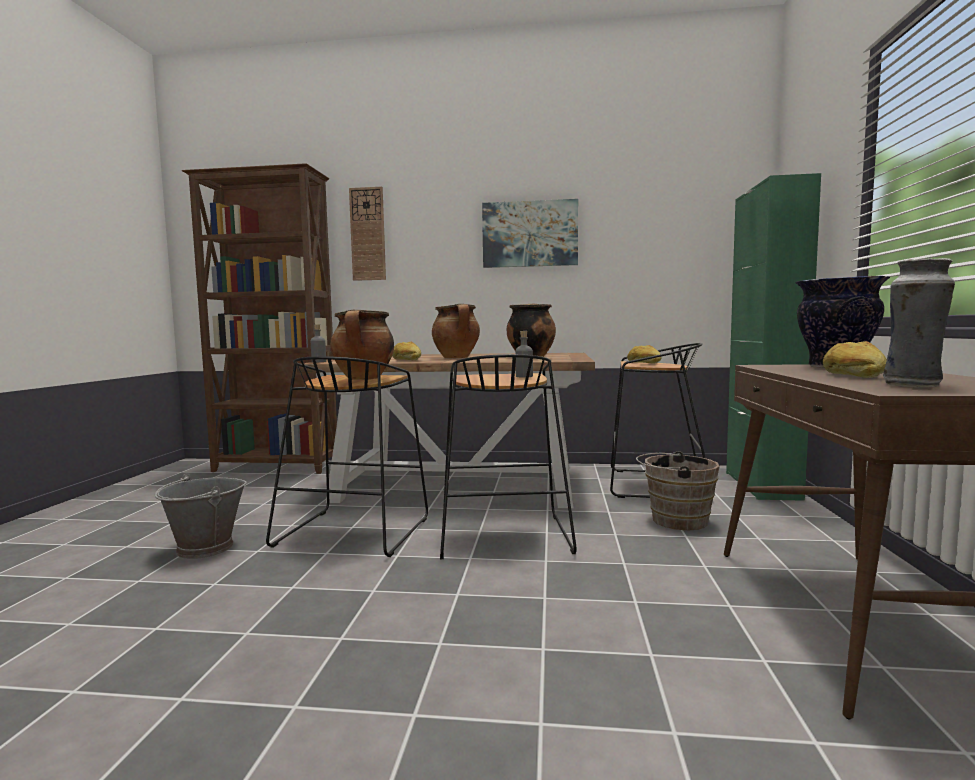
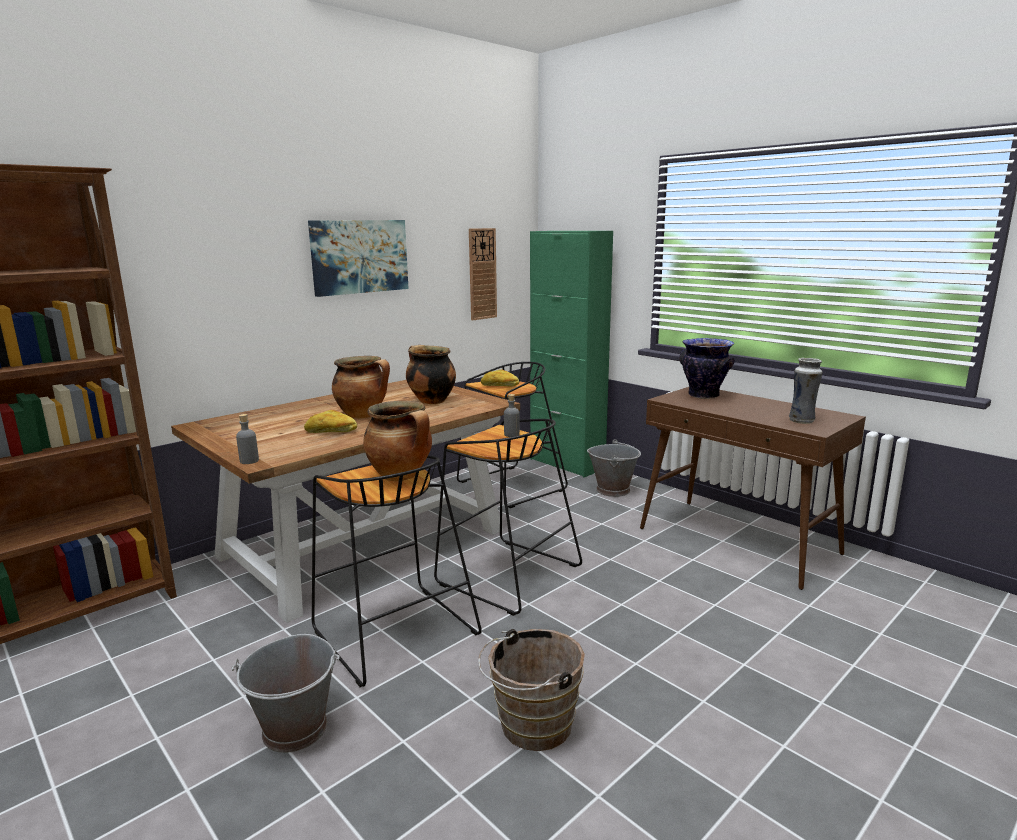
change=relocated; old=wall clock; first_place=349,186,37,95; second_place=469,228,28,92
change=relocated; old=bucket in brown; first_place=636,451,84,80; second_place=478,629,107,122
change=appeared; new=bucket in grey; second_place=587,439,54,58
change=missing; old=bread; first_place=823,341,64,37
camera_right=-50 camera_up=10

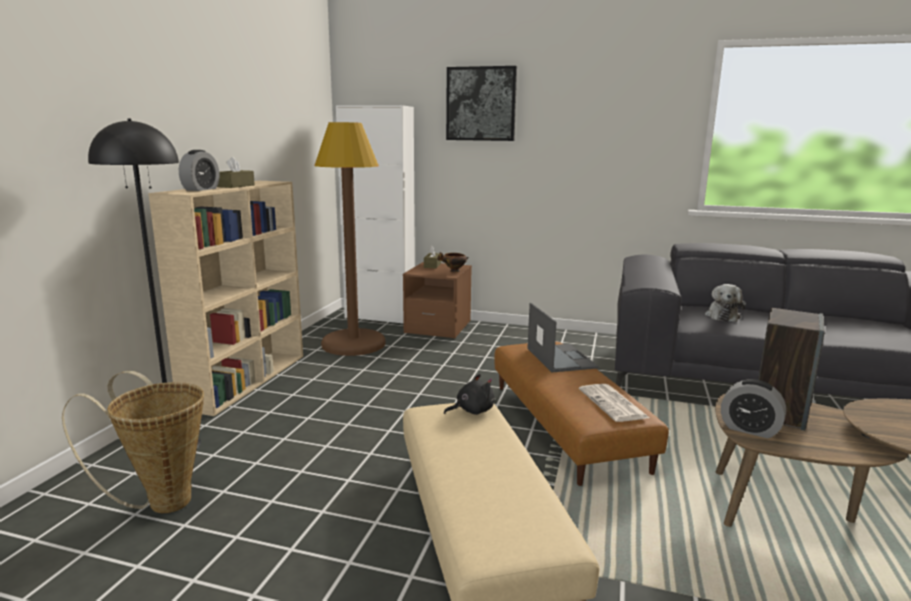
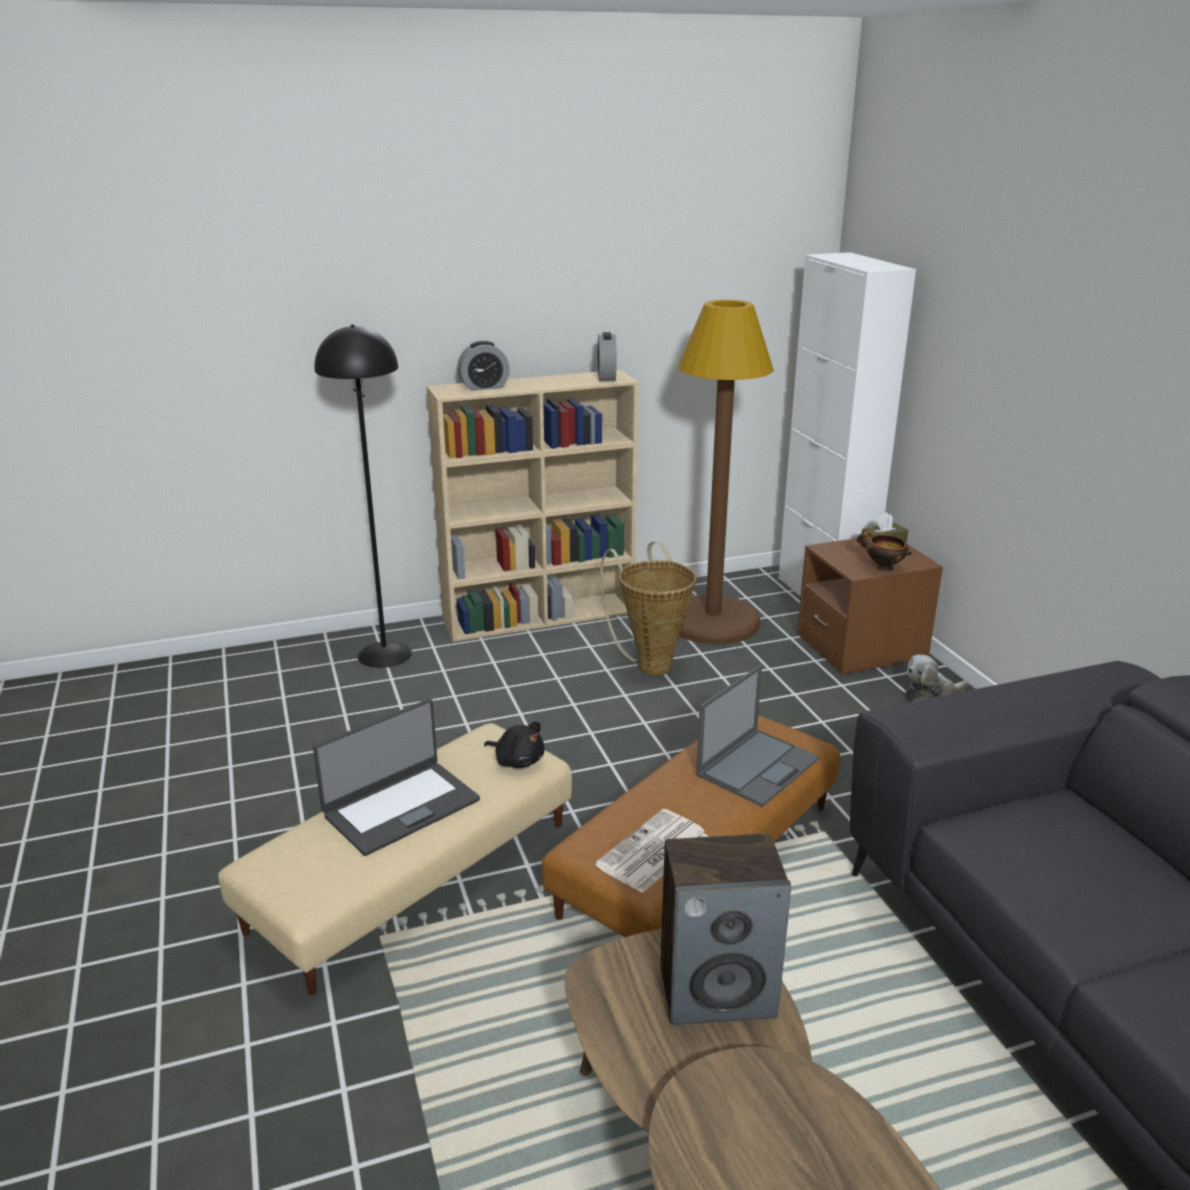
change=appeared; new=laptop; second_place=313,699,167,157
change=relocated; old=alarm clock; first_place=721,379,65,59; second_place=598,332,18,49
change=relocated; old=basket; first_place=62,371,142,142; second_place=600,542,96,134
change=relocated; old=plush toy; first_place=705,284,41,38; second_place=904,654,64,48
change=missing; old=tissue box in brown; first_place=217,157,38,31
change=missing; old=picture; first_place=446,66,71,75
camera_right=55 camera_up=10

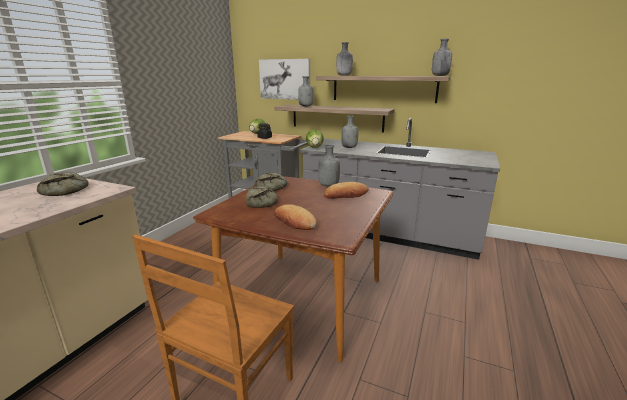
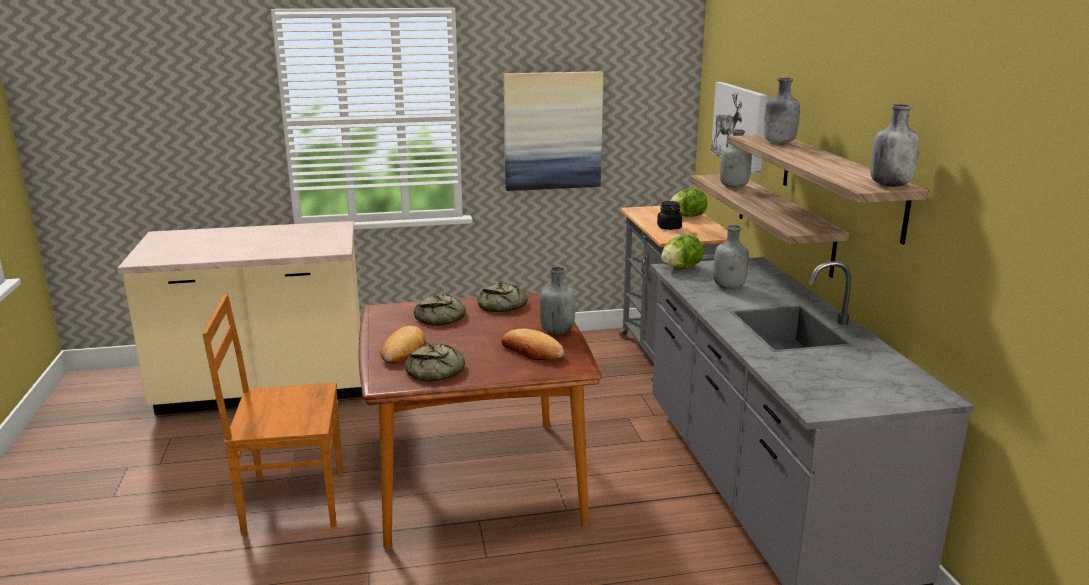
change=relocated; old=bread; first_place=37,172,52,24; second_place=405,343,60,39
change=appeared; new=picture; second_place=504,71,99,120
camera_right=55 camera_up=0

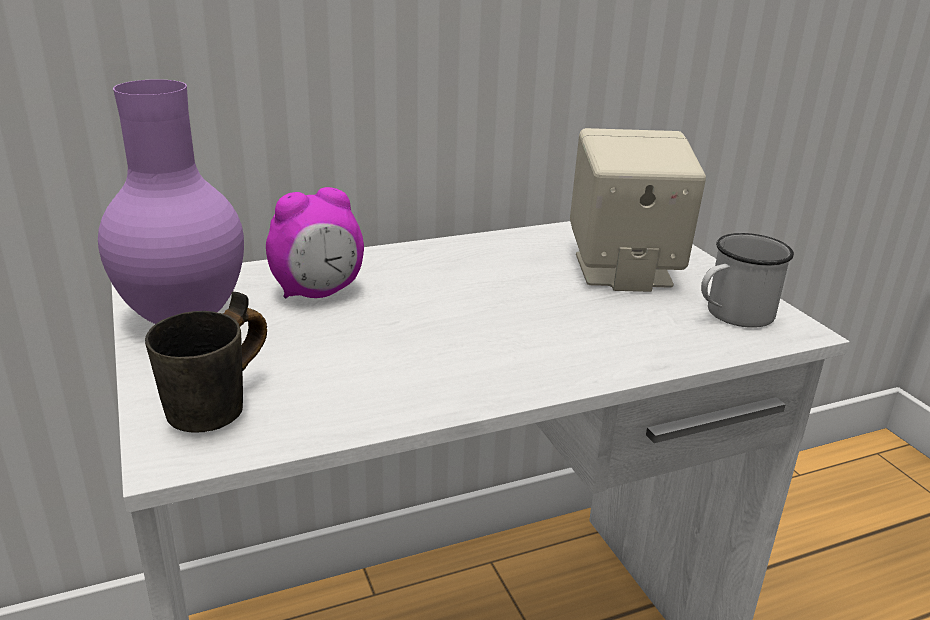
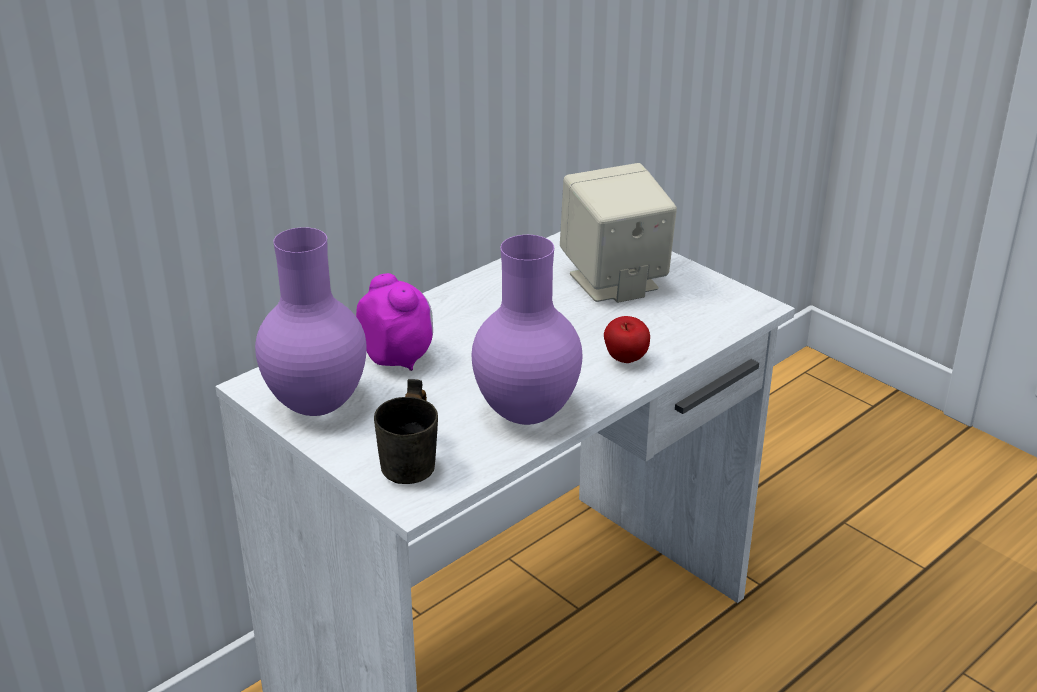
change=spun; old=alarm clock; first_place=266,187,98,111; second_place=356,273,77,98; degrees=-75
change=appeared; new=vase in purple; second_place=471,235,112,190
change=appeared; new=apple; second_place=604,316,46,47
change=missing; old=mug in white; first_place=701,233,93,95
camera_right=-20 camera_up=5

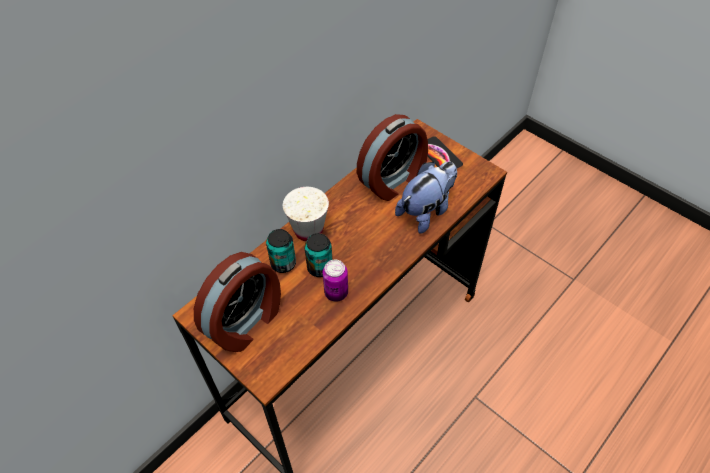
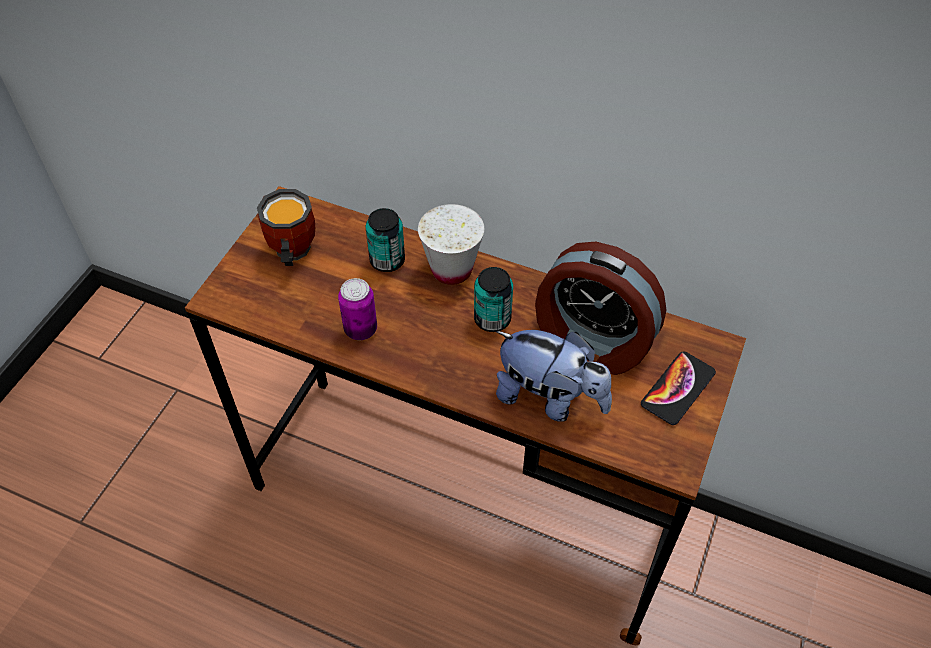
change=exchanged; old=alarm clock; new=mug; first_place=194,252,87,100; second_place=257,189,58,77
change=relocated; old=can; first_place=304,233,29,44; second_place=474,267,39,65
camera_right=70 camera_up=0

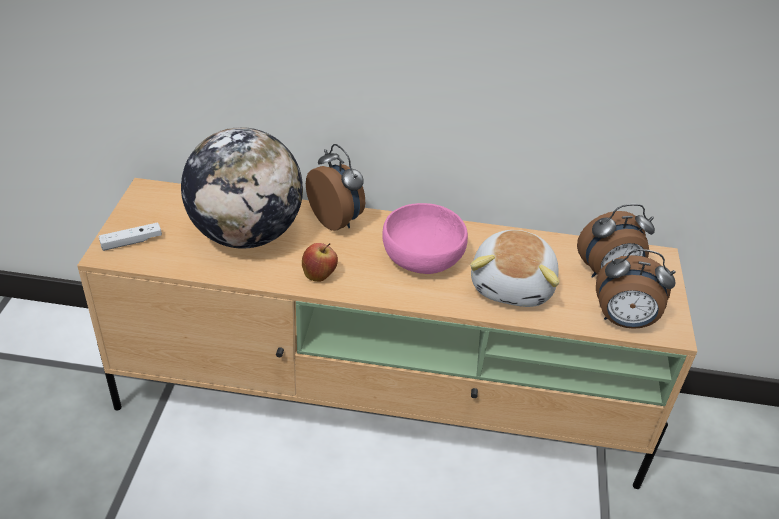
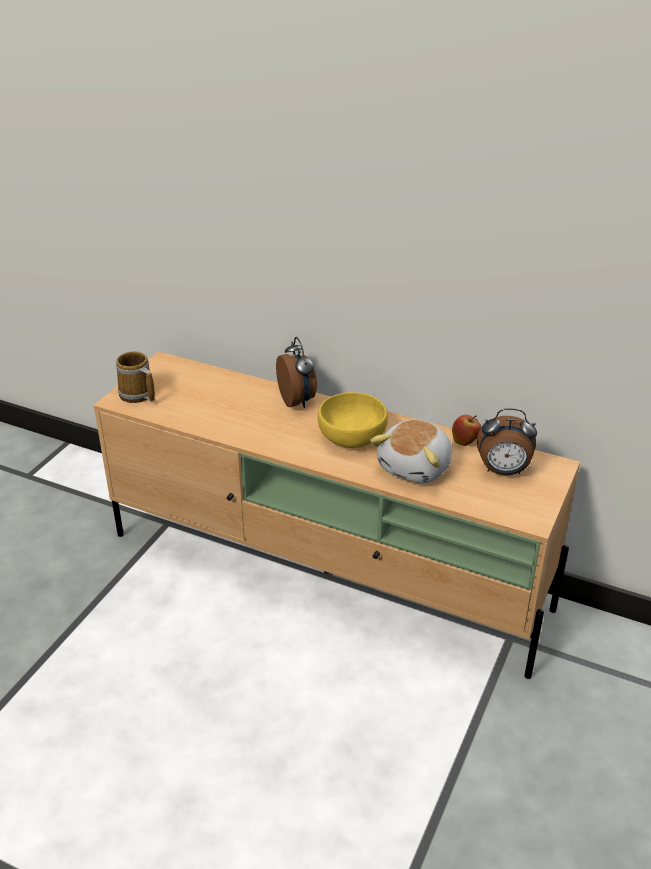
change=exchanged; old=game controller in white; new=mug; first_place=98,222,64,29; second_place=116,351,39,52
change=colour; old=bowl in pink; new=bowl in yellow; first_place=382,203,86,71; second_place=318,392,70,56
change=relocated; old=apple; first_place=302,243,36,39; second_place=452,415,29,31
change=missing; old=globe; first_place=181,127,122,122
change=missing; old=alarm clock; first_place=596,249,79,80
camera_right=20 camera_up=-5

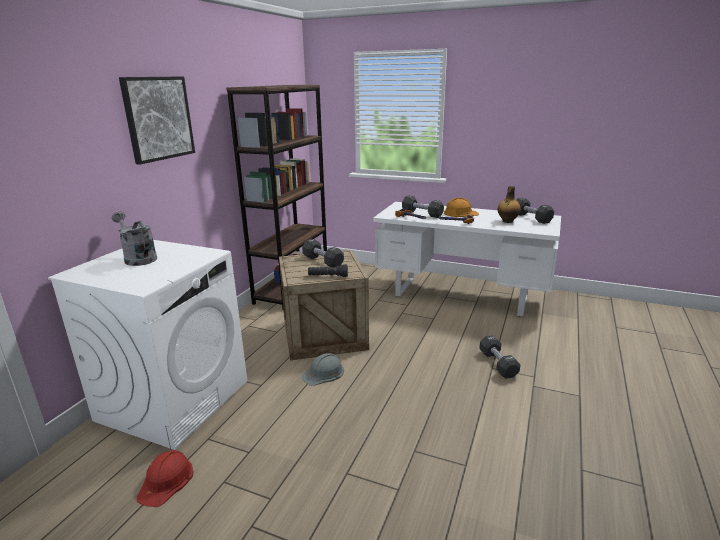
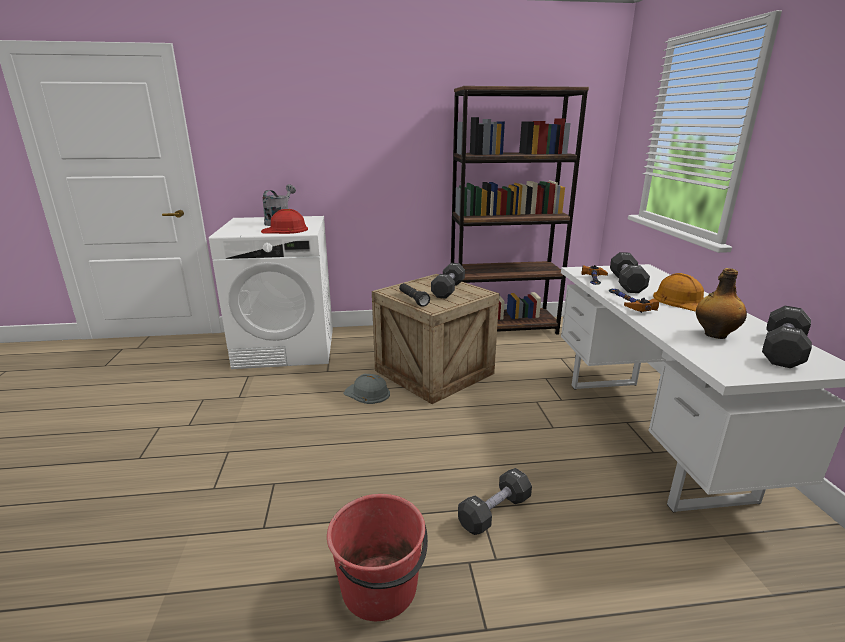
change=relocated; old=hard hat in red; first_place=137,450,56,57; second_place=261,209,47,25
change=appeared; new=bucket in red; second_place=327,494,101,127
change=missing; old=picture; first_place=119,76,76,89
camera_right=60 camera_up=0

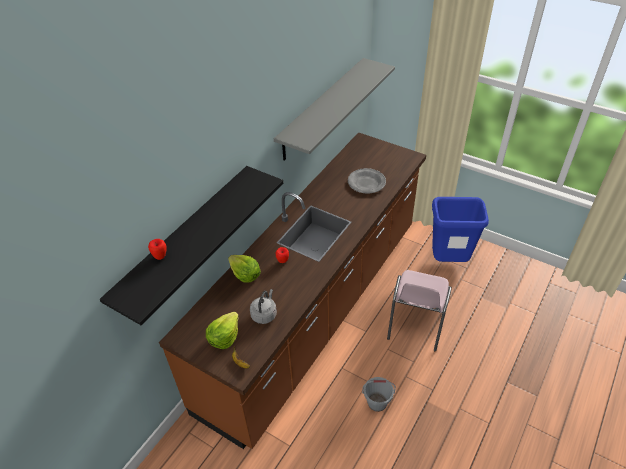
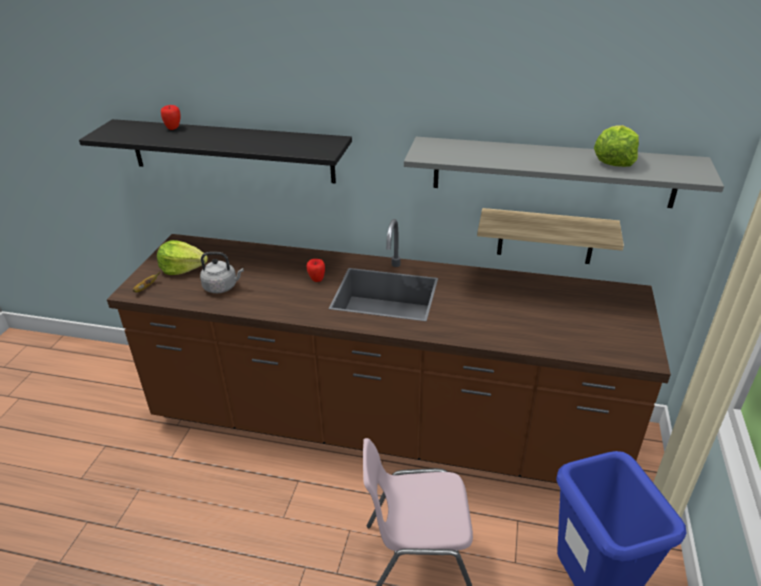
change=appeared; new=shelf; second_place=477,208,147,56
change=relocated; old=lettuce; first_place=228,255,33,28; second_place=594,125,45,42
change=missing; old=plate in grey; first_place=348,168,38,25
change=missing; old=bucket in grey; first_place=362,377,34,35
camera_right=70 camera_up=-10

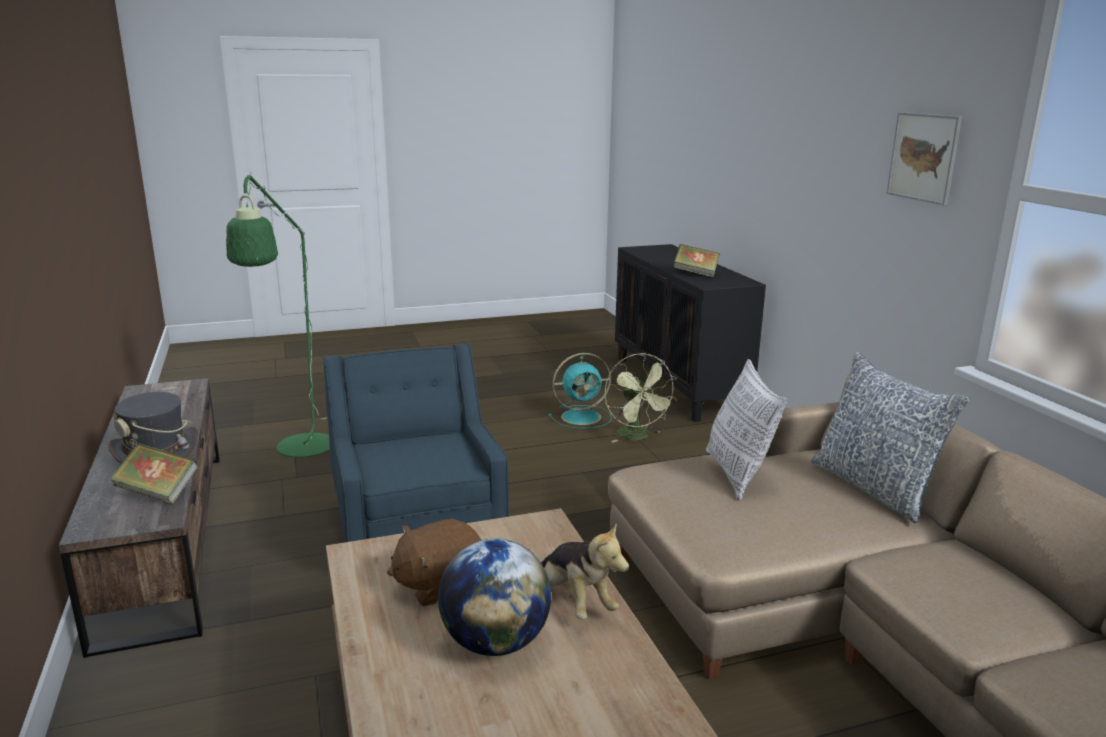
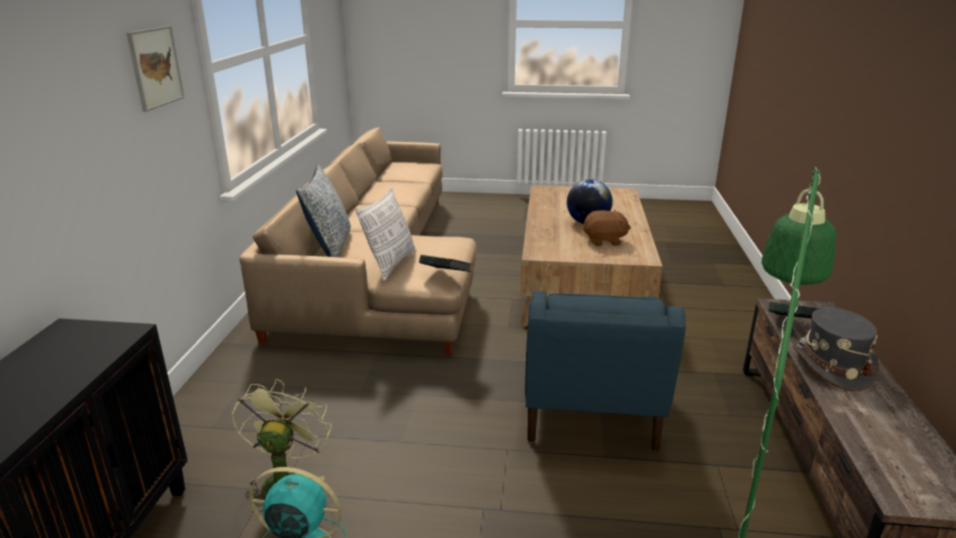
change=relocated; old=book; first_place=673,244,47,33; second_place=419,255,52,17
change=missing; old=plush toy; first_place=541,522,88,97
camera_right=-155 camera_up=5

